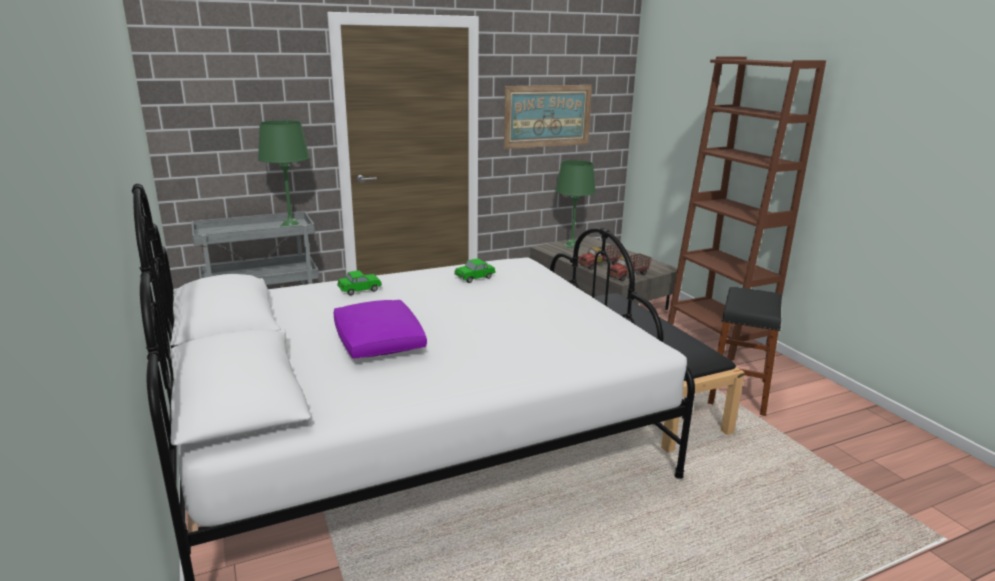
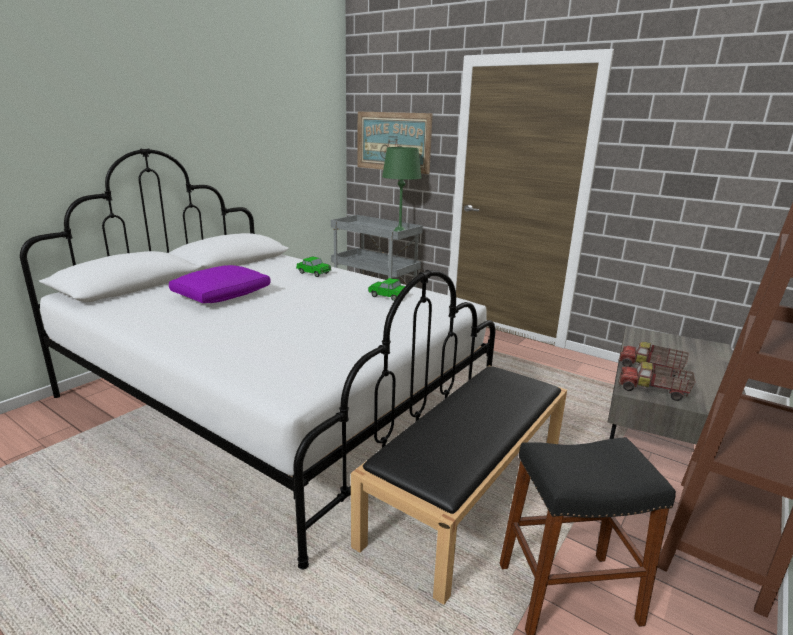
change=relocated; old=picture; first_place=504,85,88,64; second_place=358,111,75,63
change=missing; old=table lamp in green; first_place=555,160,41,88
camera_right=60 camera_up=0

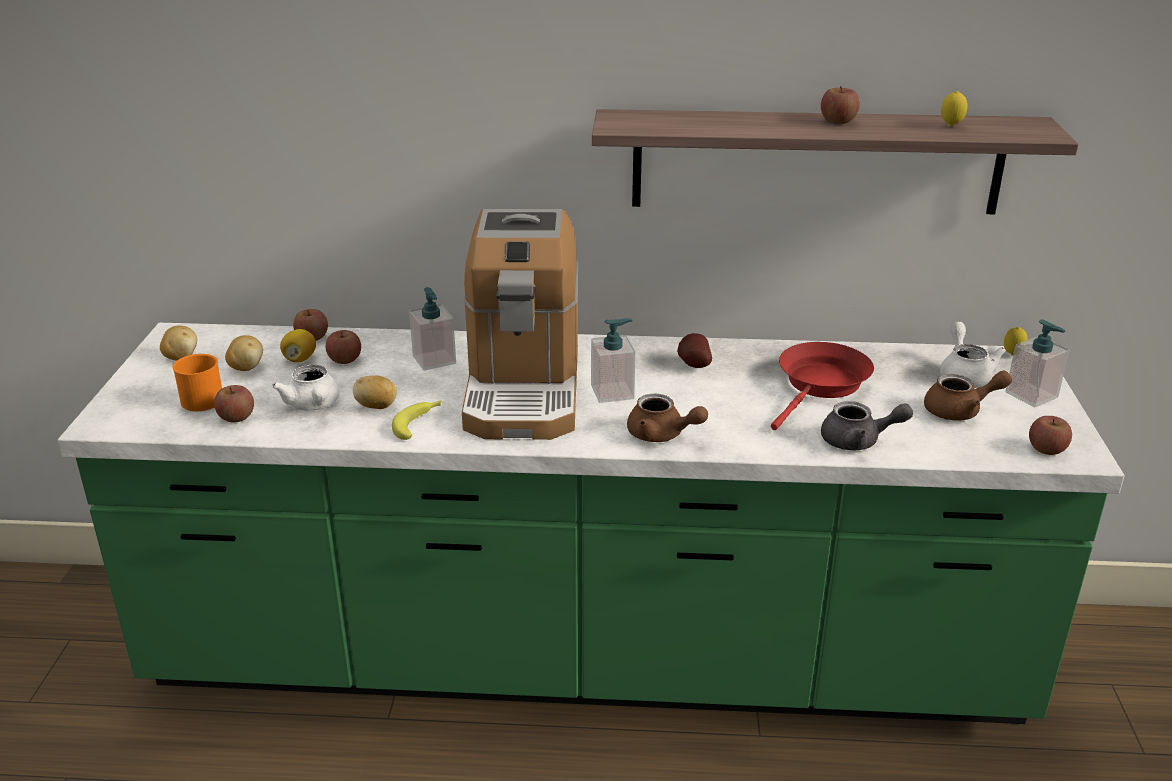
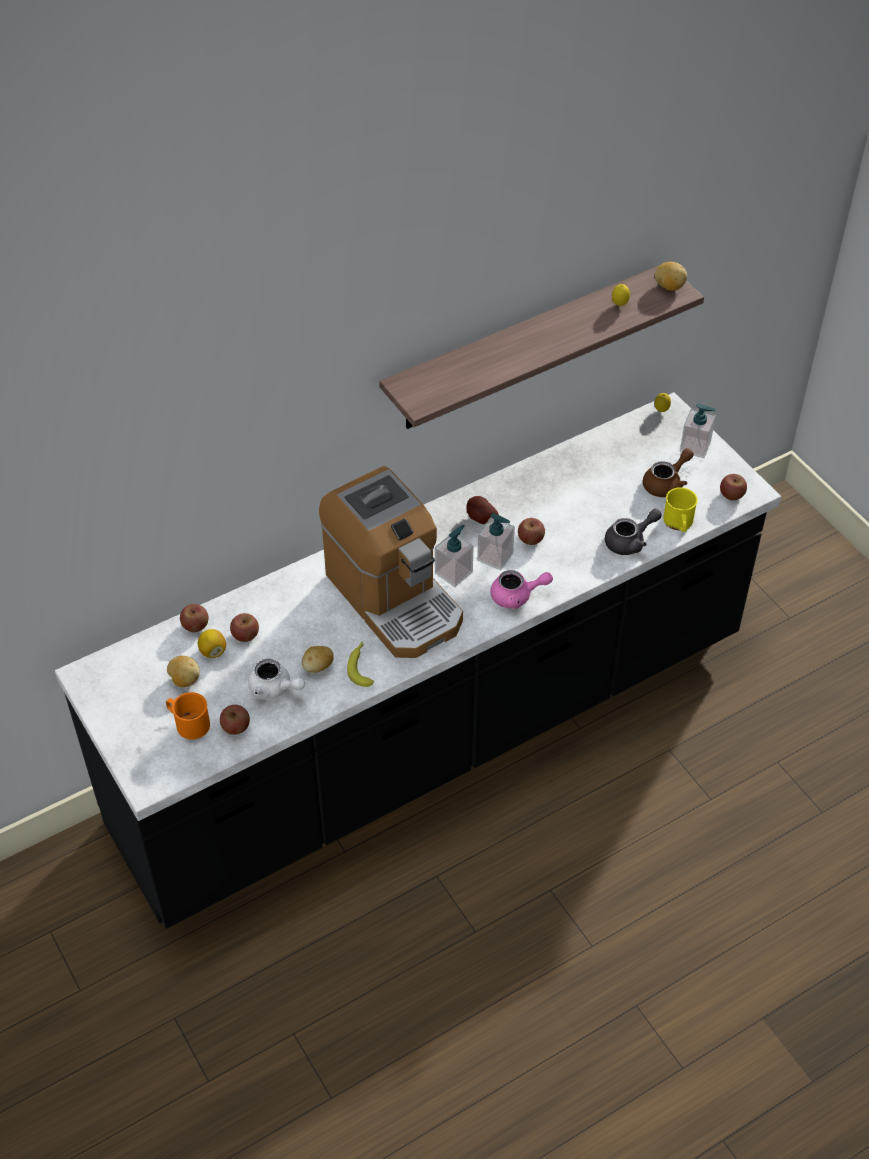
change=colour; old=counter in green; new=counter in black; first_place=58,323,1067,401; second_place=55,392,726,537
change=relocated; old=soap dispenser; first_place=409,287,47,84; second_place=477,513,38,58
change=colour; old=teapot in brown; new=teapot in pink; first_place=627,394,81,48; second_place=490,570,63,39
change=relocated; old=apple; first_place=821,86,39,38; second_place=518,518,27,27
change=relocated; old=potato; first_place=160,325,37,36; second_place=655,262,32,29
change=appeared; new=mug in yellow; second_place=663,487,35,45
change=missing; old=frying pan in red; first_place=771,342,103,88
change=missing; old=teapot in white; first_place=940,322,66,66
camera_right=-35 camera_up=20

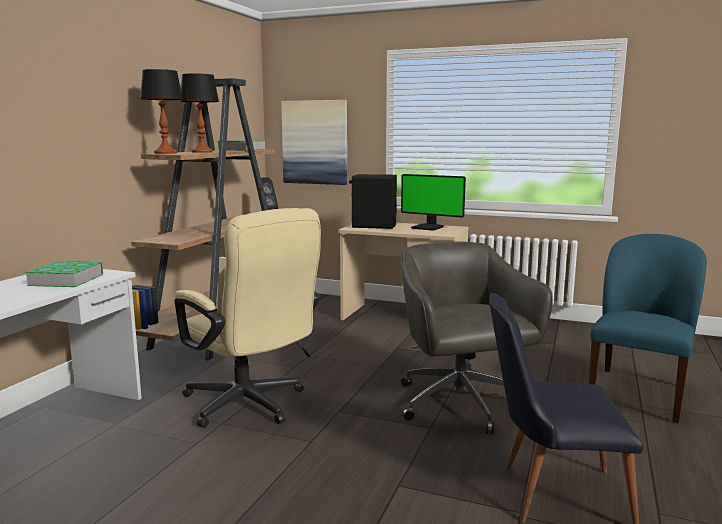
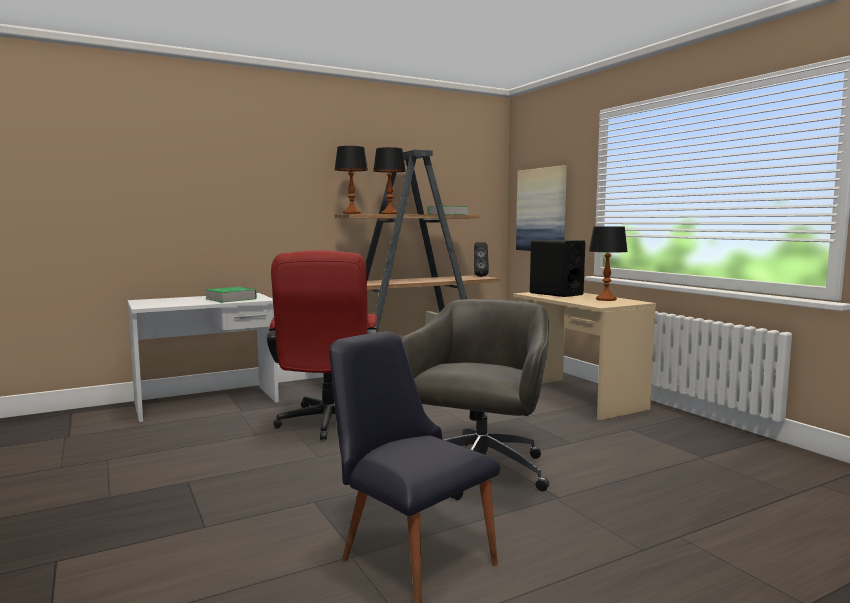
change=colour; old=office chair in beige; new=office chair in red; first_place=175,208,146,220; second_place=267,251,110,189
change=exchanged; old=monitor; new=table lamp; first_place=401,174,65,57; second_place=589,226,39,75
change=missing; old=chair in blue; first_place=589,234,118,189
camera_right=40 camera_up=-5

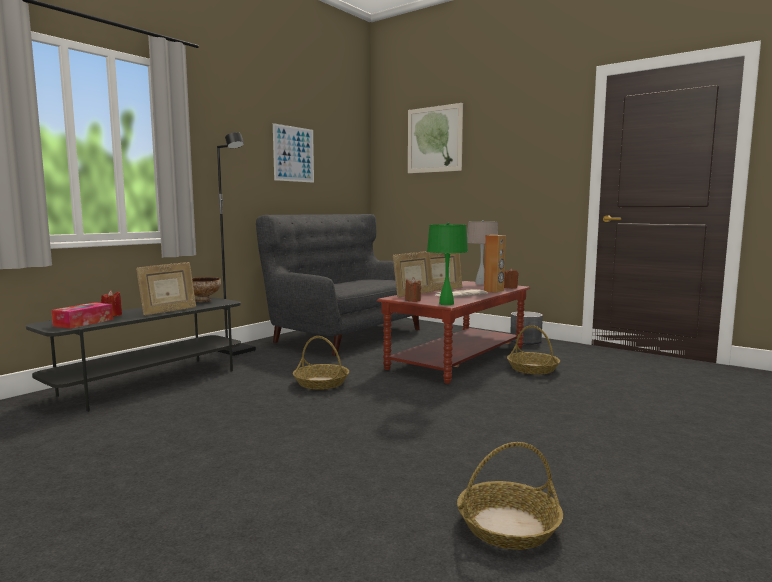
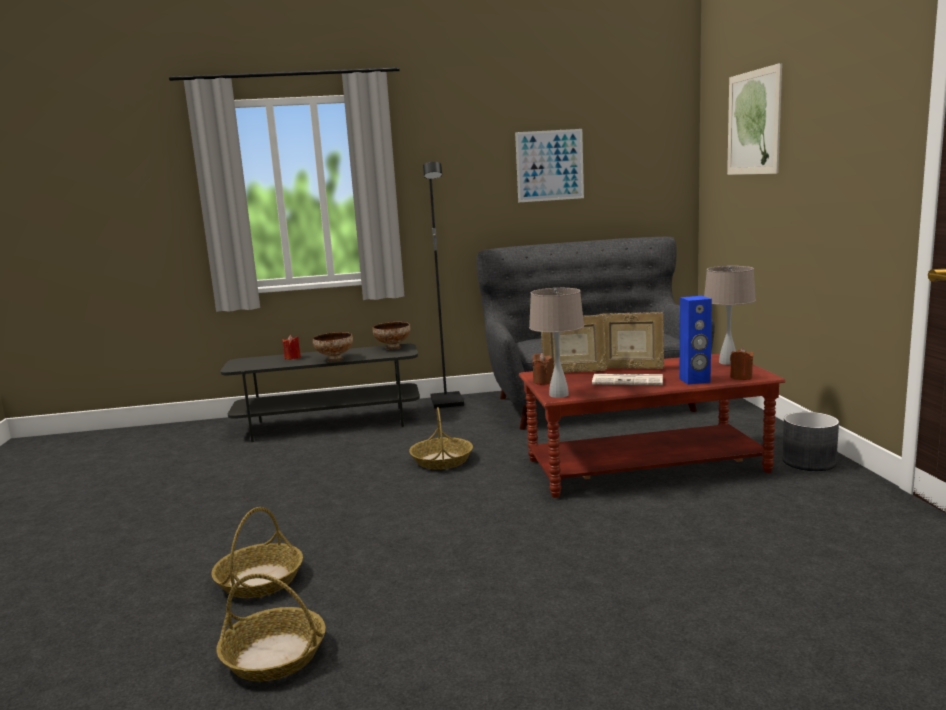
change=relocated; old=basket; first_place=507,325,53,50; second_place=211,507,92,91
change=exchanged; old=picture frame; new=bowl; first_place=136,262,60,53; second_place=313,332,40,30
change=colour; old=table lamp in green; new=table lamp in beige; first_place=427,223,41,82; second_place=529,288,55,110
change=colour; old=speaker in brown; new=speaker in blue; first_place=484,235,22,58; second_place=680,296,32,89
change=missing; old=tissue box; first_place=51,302,62,27
camera_right=45 camera_up=5

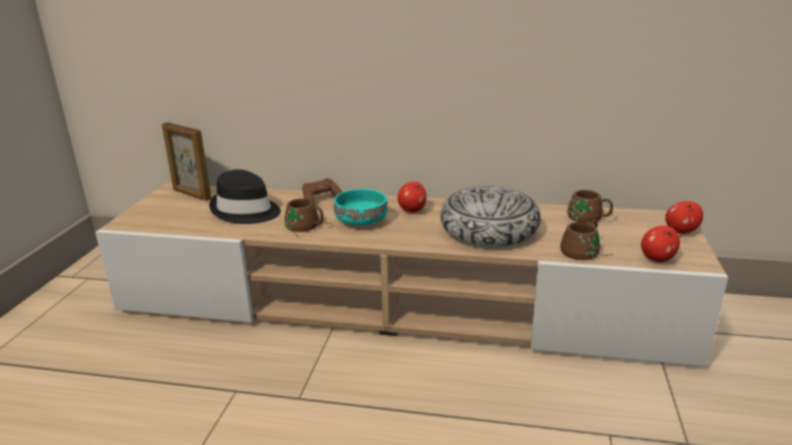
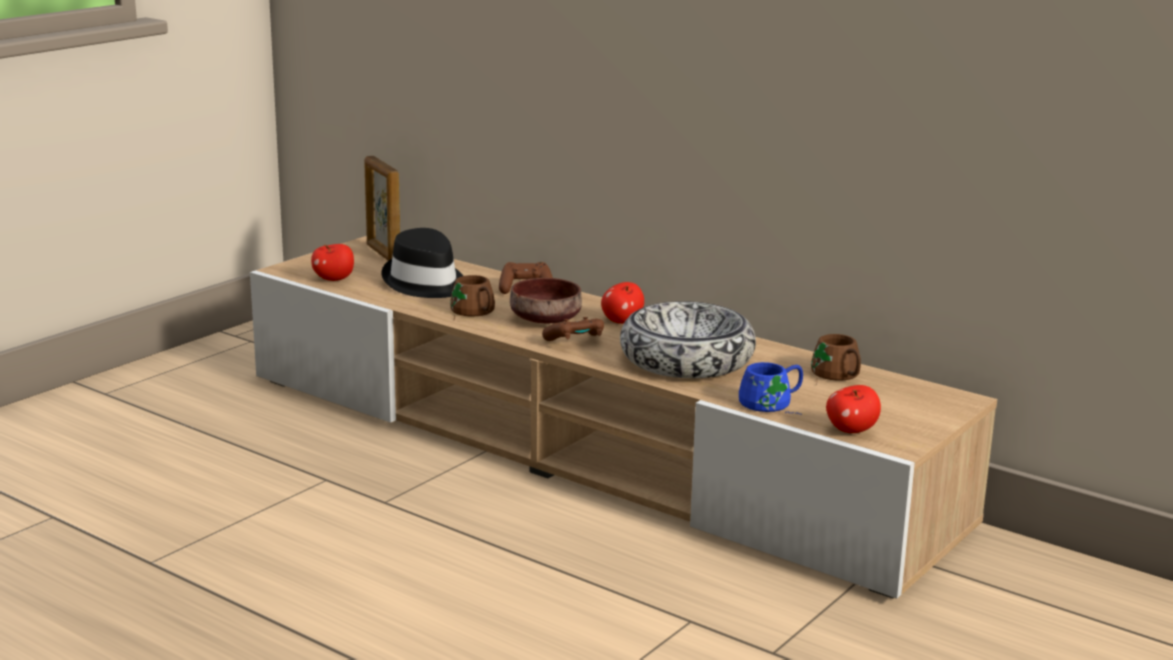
change=relocated; old=apple; first_place=665,201,38,33; second_place=311,244,43,37
change=colour; old=bowl in turquoise; new=bowl in brown; first_place=334,189,54,37; second_place=510,278,72,45
change=appeared; new=game controller in brown; second_place=542,317,62,24
change=colour; old=mug in brown; new=mug in blue; first_place=560,219,53,41; second_place=739,362,64,52
camera_right=25 camera_up=-5

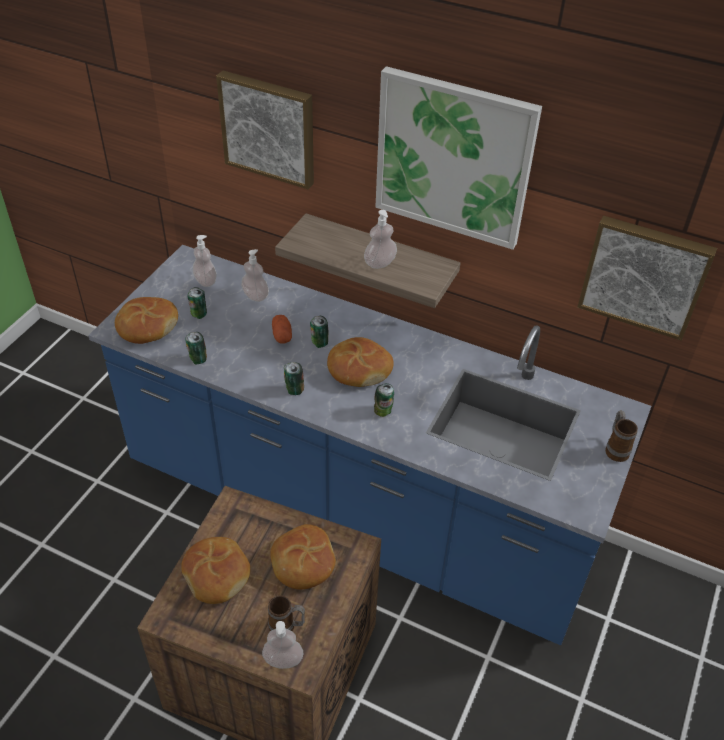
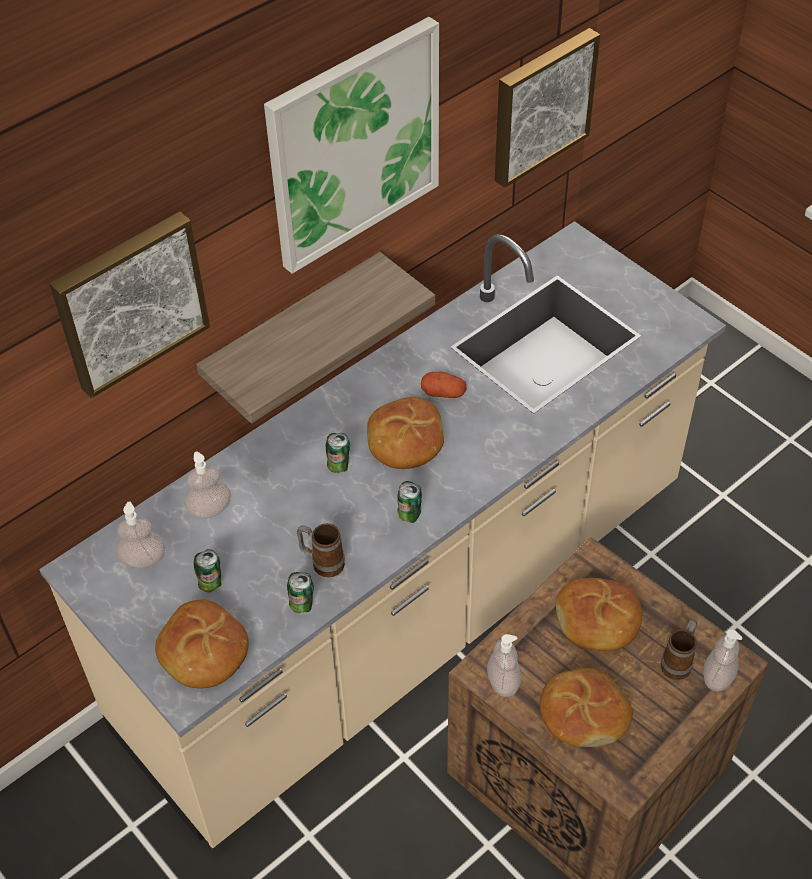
change=colour; old=counter in blue; new=counter in beige; first_place=88,244,563,401; second_place=39,221,687,627
change=relocated; old=mug; first_place=605,410,33,52; second_place=297,524,48,53
change=relocated; old=potato; first_place=272,315,20,29; second_place=421,372,45,26
change=relocated; old=soap dispenser; first_place=364,210,33,59; second_place=487,634,34,63
change=missing; old=can; first_place=374,383,20,34
camera_right=-65 camera_up=5

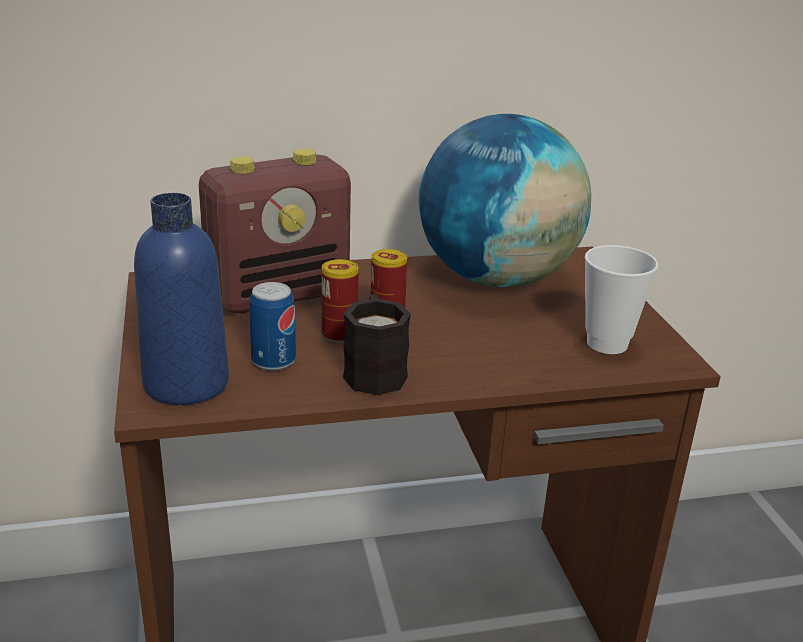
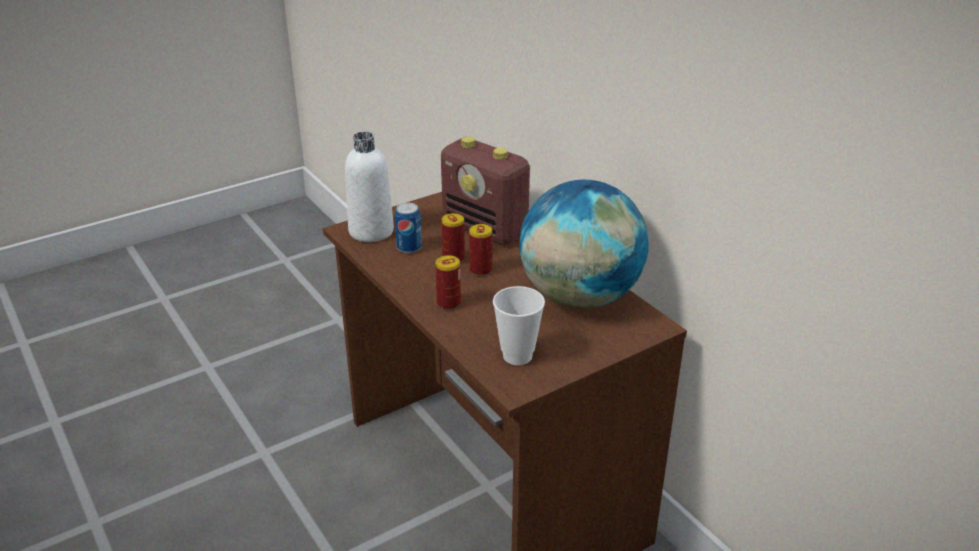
change=colour; old=bottle in blue; new=bottle in white; first_place=134,193,95,212; second_place=345,132,49,110
change=appeared; new=can; second_place=435,255,26,55
change=missing; old=mug in black; first_place=343,294,68,101
camera_right=70 camera_up=5

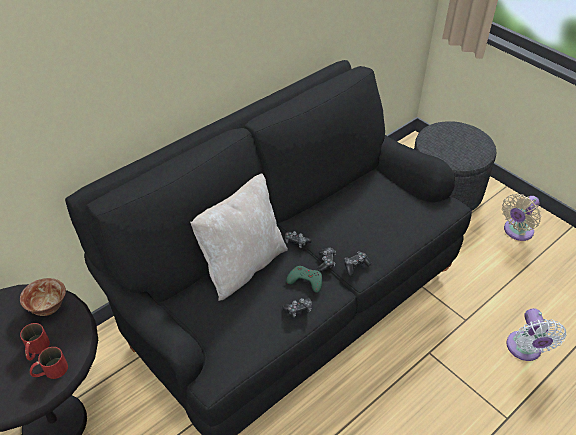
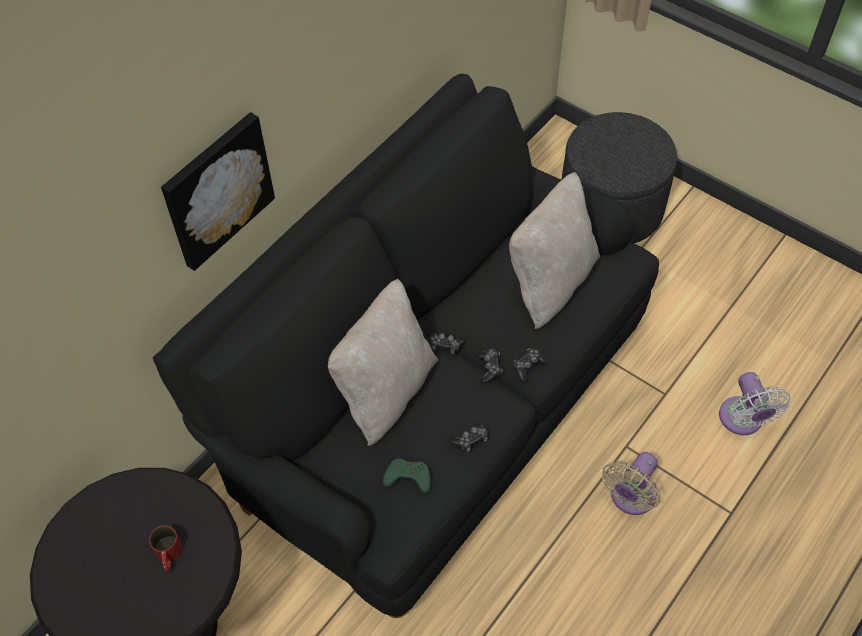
change=appeared; new=picture; second_place=161,112,114,159
change=relocated; old=game controller in green; first_place=286,266,36,27; second_place=383,459,48,34
change=appeared; new=pillow in beige; second_place=509,172,91,157
change=relocated; old=fan in beige; first_place=502,194,39,47; second_place=602,452,59,63
change=missing; old=bowl; first_place=20,278,46,38
change=missing; old=mug in red; first_place=30,347,38,32
camera_right=-10 camera_up=10

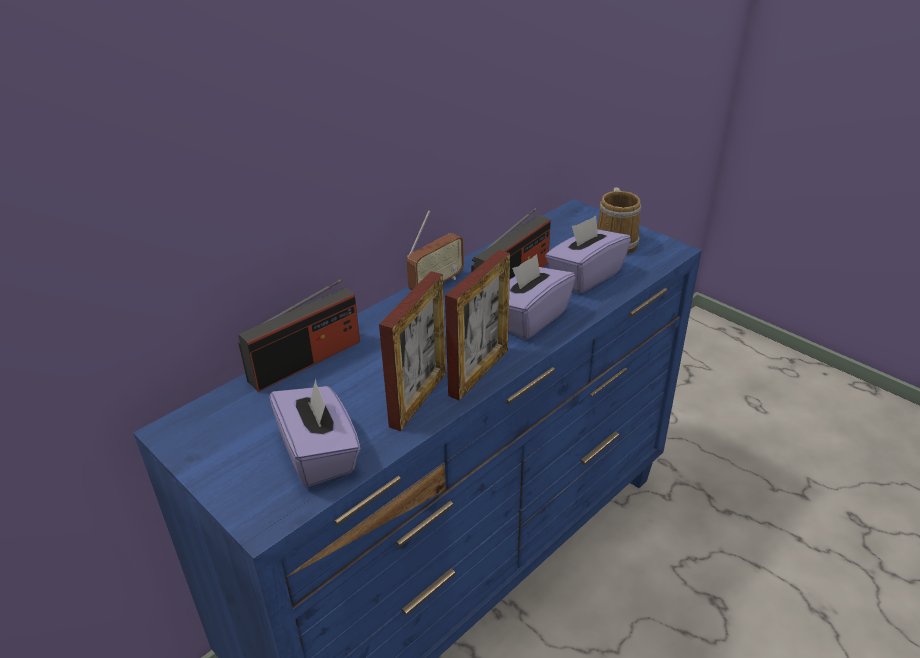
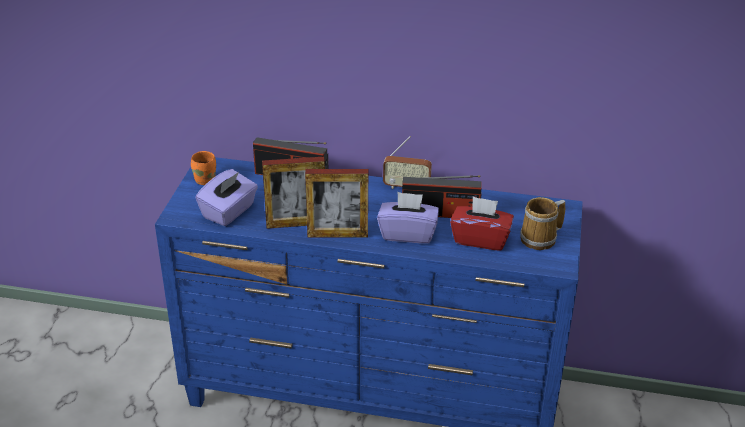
change=appeared; new=mug in orange; second_place=191,151,25,34
change=colour; old=tissue box in purple; new=tissue box in red; first_place=545,216,86,77; second_place=450,196,64,55
camera_right=55 camera_up=0

